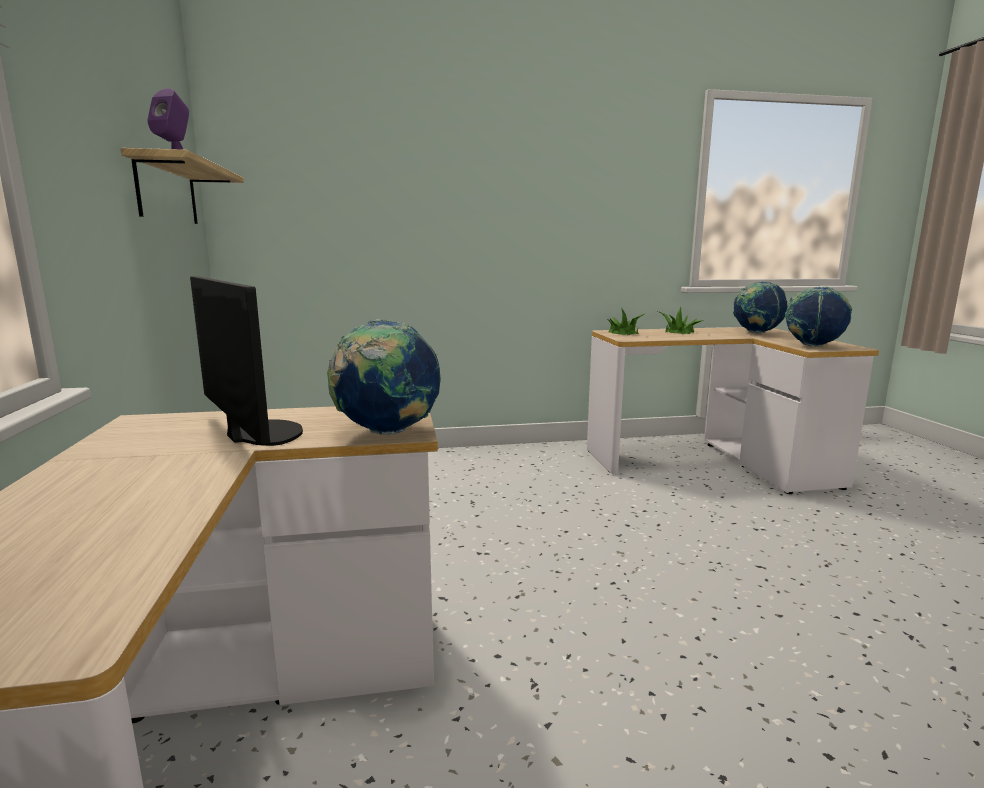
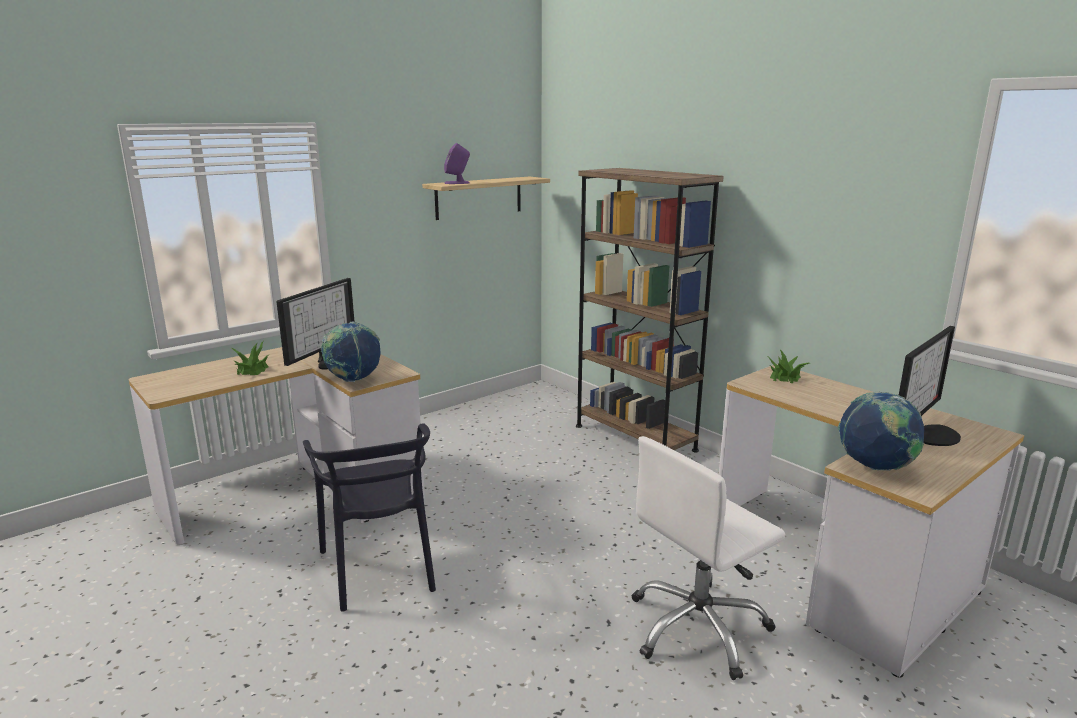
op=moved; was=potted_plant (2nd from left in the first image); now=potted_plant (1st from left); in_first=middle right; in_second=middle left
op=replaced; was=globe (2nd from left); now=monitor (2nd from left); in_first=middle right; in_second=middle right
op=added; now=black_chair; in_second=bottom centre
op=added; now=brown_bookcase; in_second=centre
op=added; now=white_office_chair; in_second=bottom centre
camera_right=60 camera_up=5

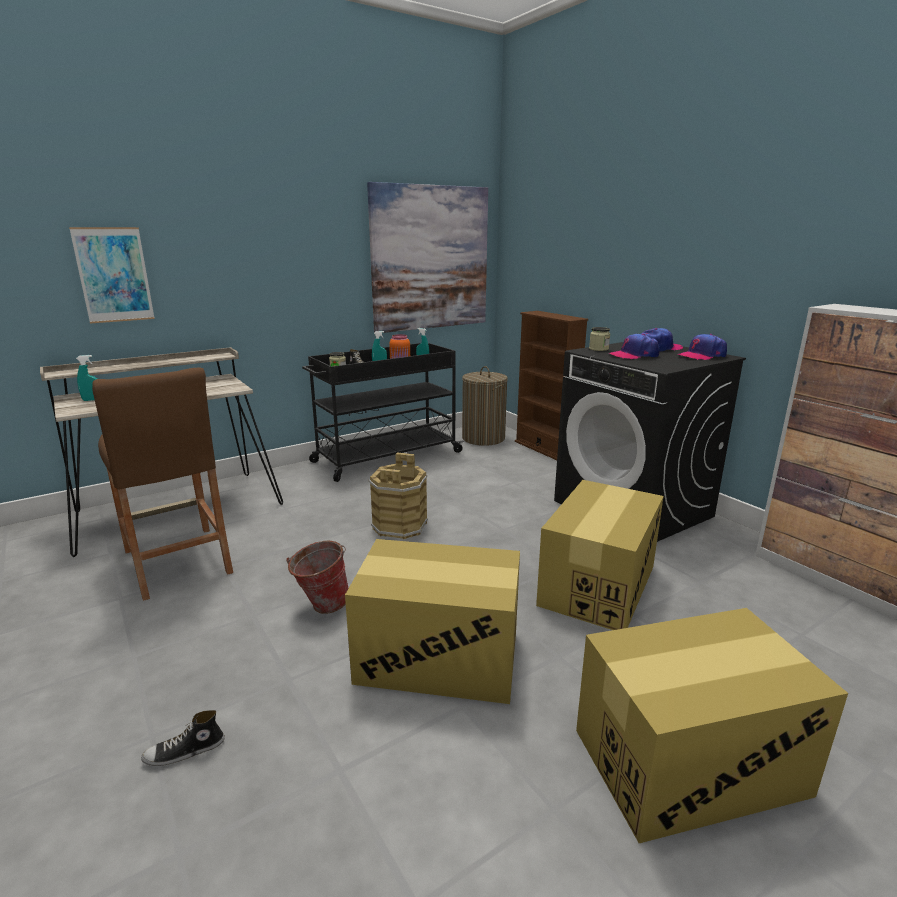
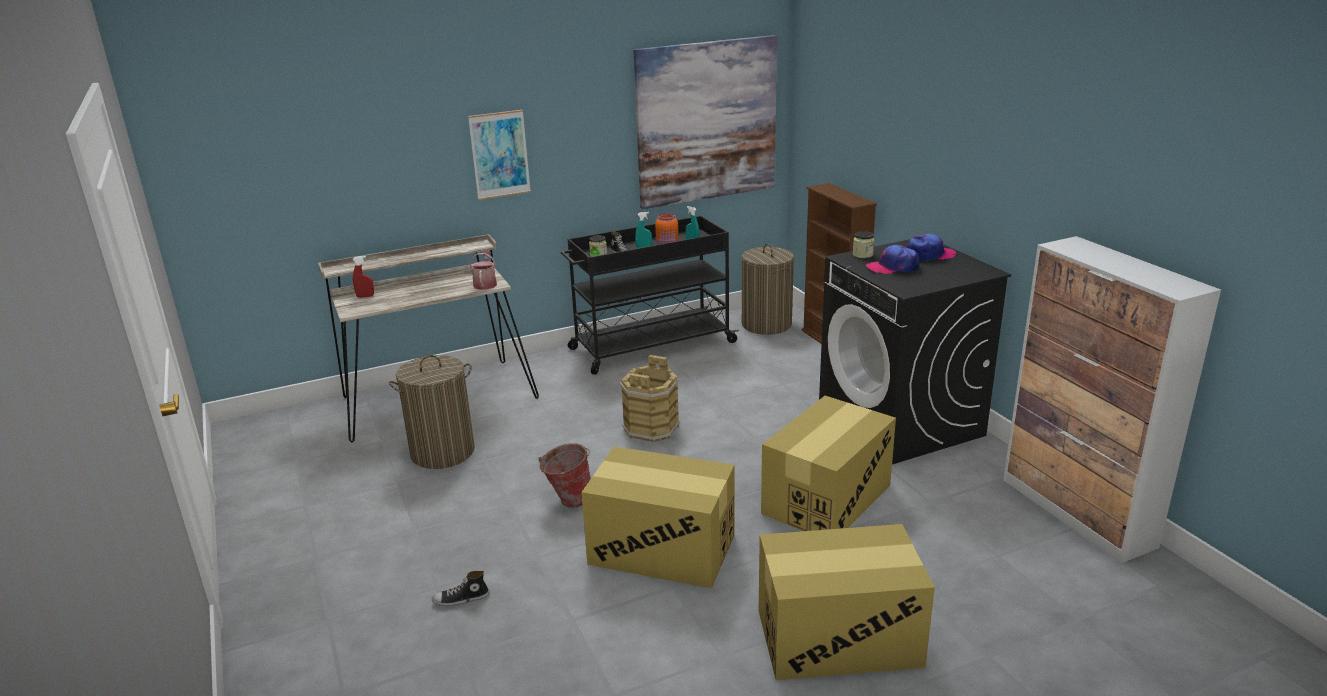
op=moved; was=picture (1st from left); in_first=top left; in_second=top centre
op=recoloured; was=turquoise_spray_bottle (1st from left); now=red_spray_bottle; in_first=middle left; in_second=middle left
op=replaced; was=brown_stool; now=laundry_basket (1st from left); in_first=middle left; in_second=middle left
op=removed; was=cap (3rd from left); in_first=middle right
op=added; now=watering_can; in_second=centre
camera_right=10 camera_up=5

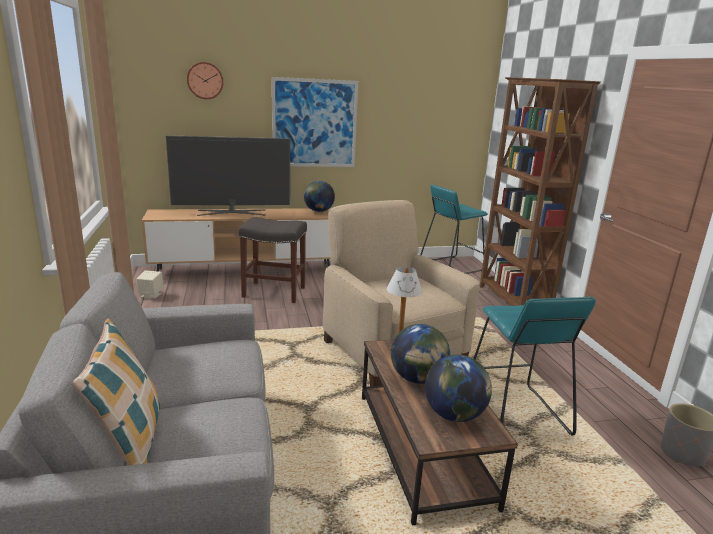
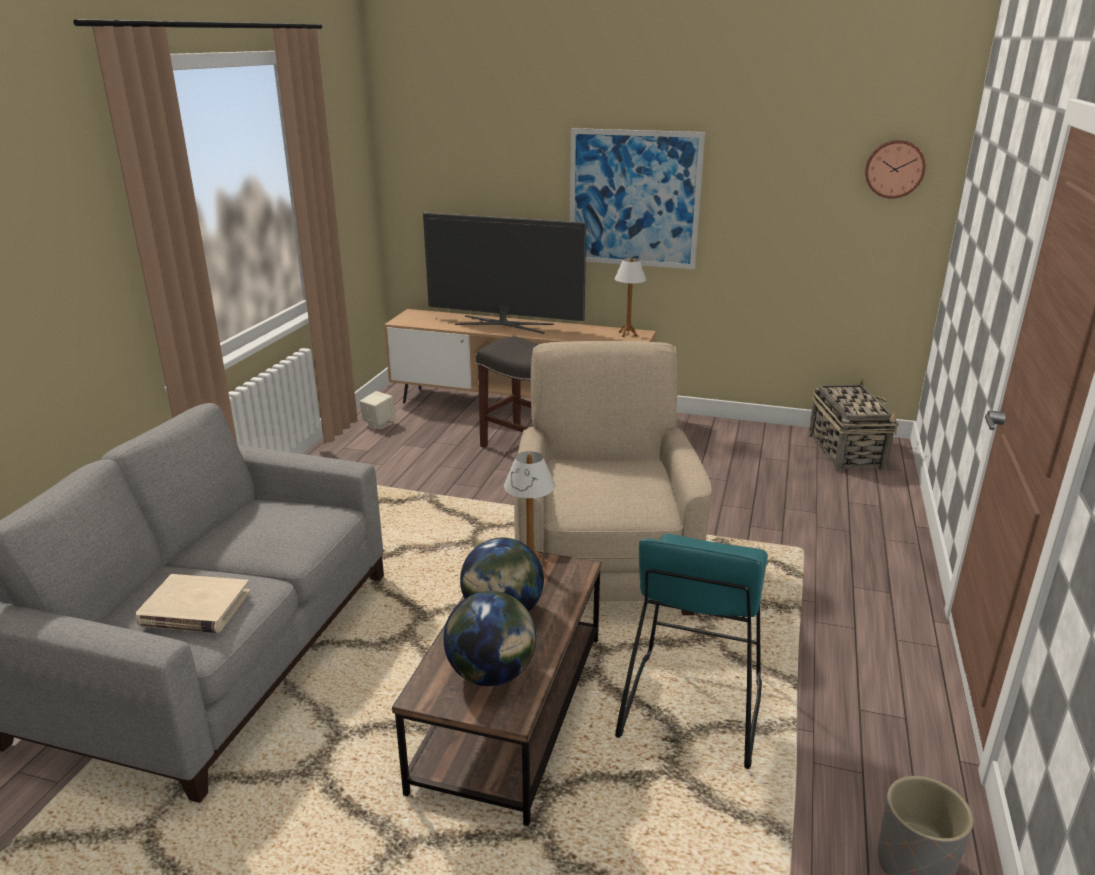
op=removed; was=pillow; in_first=bottom left
op=moved; was=wall_clock; in_first=top left; in_second=top right
op=replaced; was=globe (1st from left); now=table_lamp (2nd from left); in_first=centre; in_second=centre
op=replaced; was=turquoise_stool (1st from left); now=basket; in_first=centre; in_second=middle right
op=removed; was=brown_bookcase; in_first=middle right
op=added; now=beige_book; in_second=bottom left
camera_right=30 camera_up=5

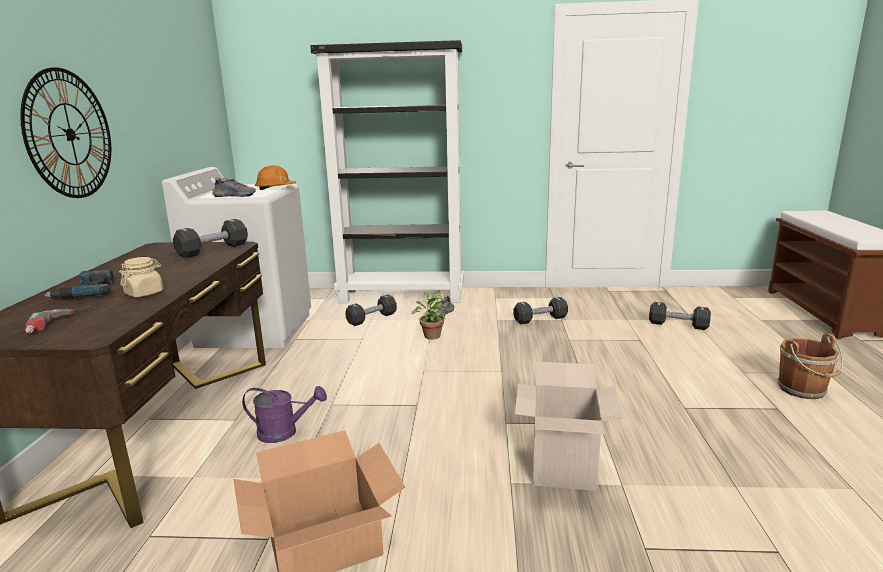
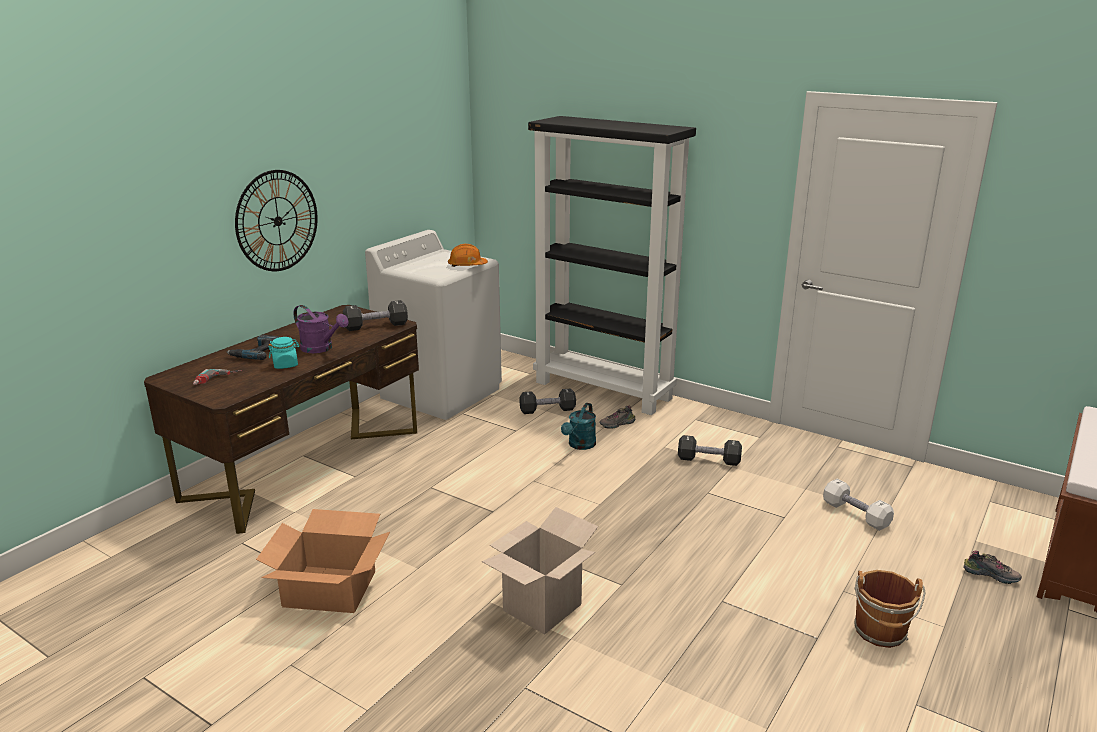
op=recoloured; was=beige_jar; now=turquoise_jar; in_first=middle left; in_second=middle left
op=moved; was=shoe (1st from left in the first image); now=shoe (2nd from left); in_first=top left; in_second=bottom right
op=moved; was=purple_watering_can; in_first=bottom left; in_second=middle left
op=replaced; was=potted_plant; now=turquoise_watering_can; in_first=centre; in_second=centre
op=recoloured; was=black_dumbbell (4th from left); now=white_dumbbell; in_first=middle right; in_second=bottom right
camera_right=30 camera_up=5

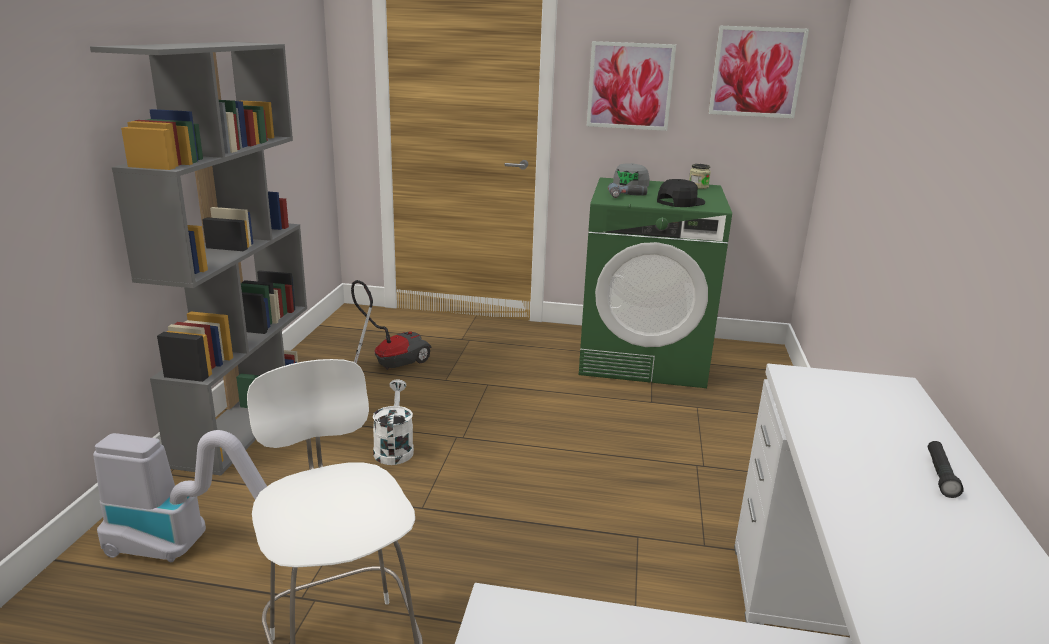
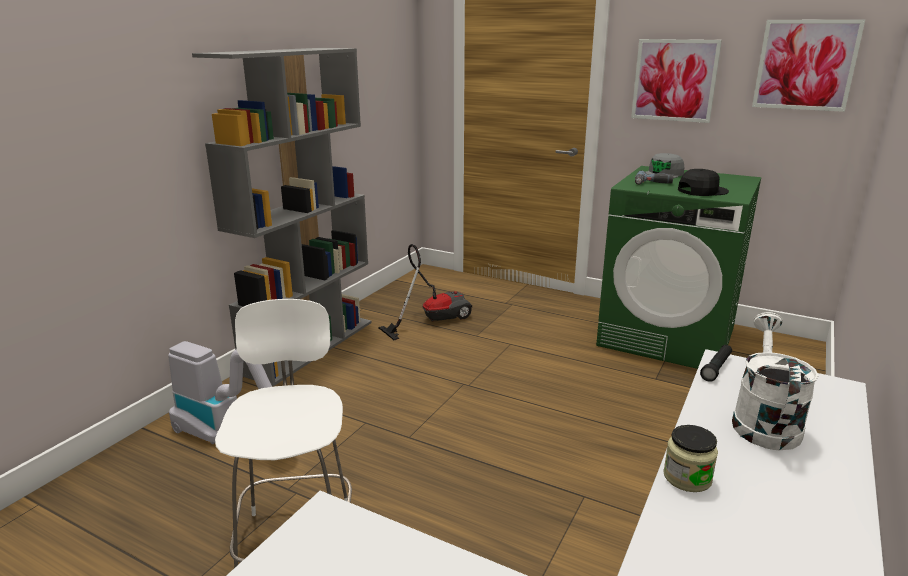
op=moved; was=white_watering_can; in_first=centre; in_second=middle right
op=moved; was=jar; in_first=top right; in_second=bottom right
op=moved; was=black_flashlight; in_first=bottom right; in_second=middle right
camera_right=20 camera_up=0

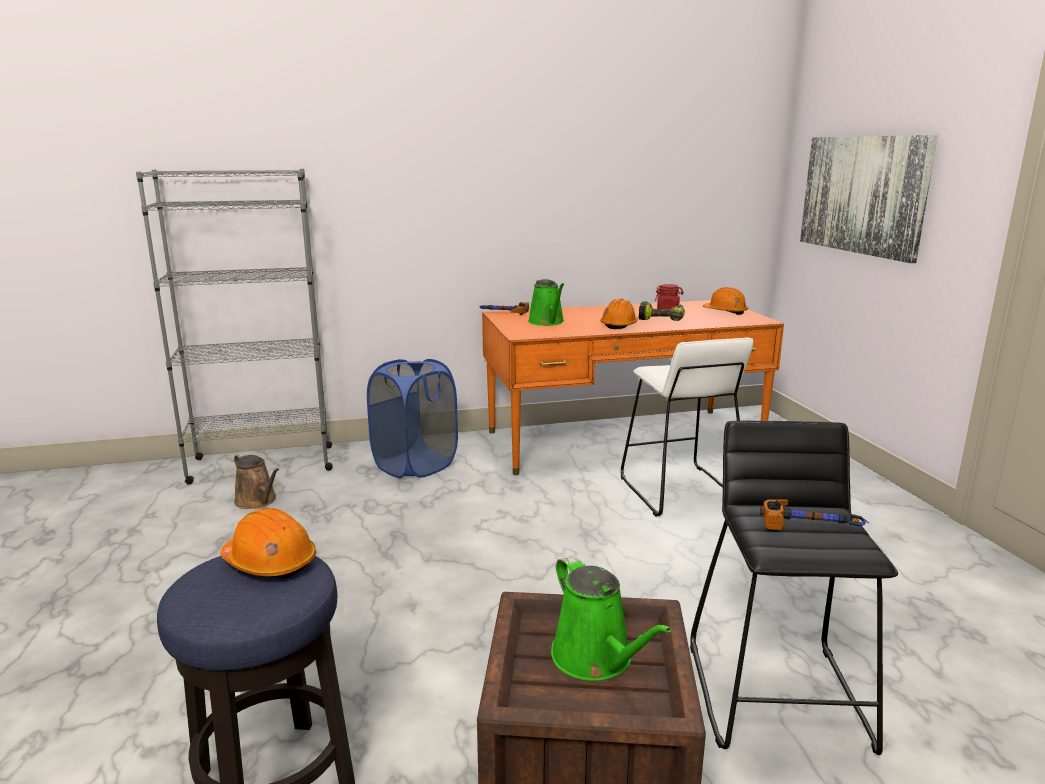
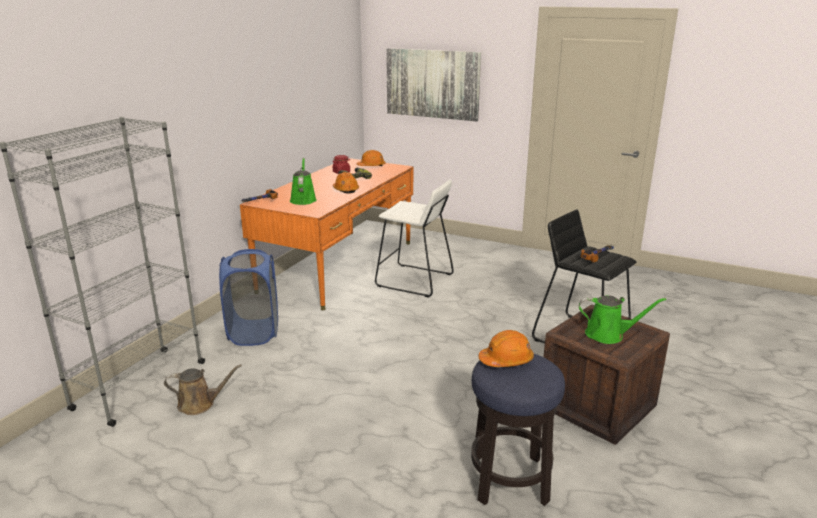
op=turned; was=green_watering_can (1st from left); in_first=centre; in_second=centre; clockwise=-120
camera_right=-50 camera_up=5

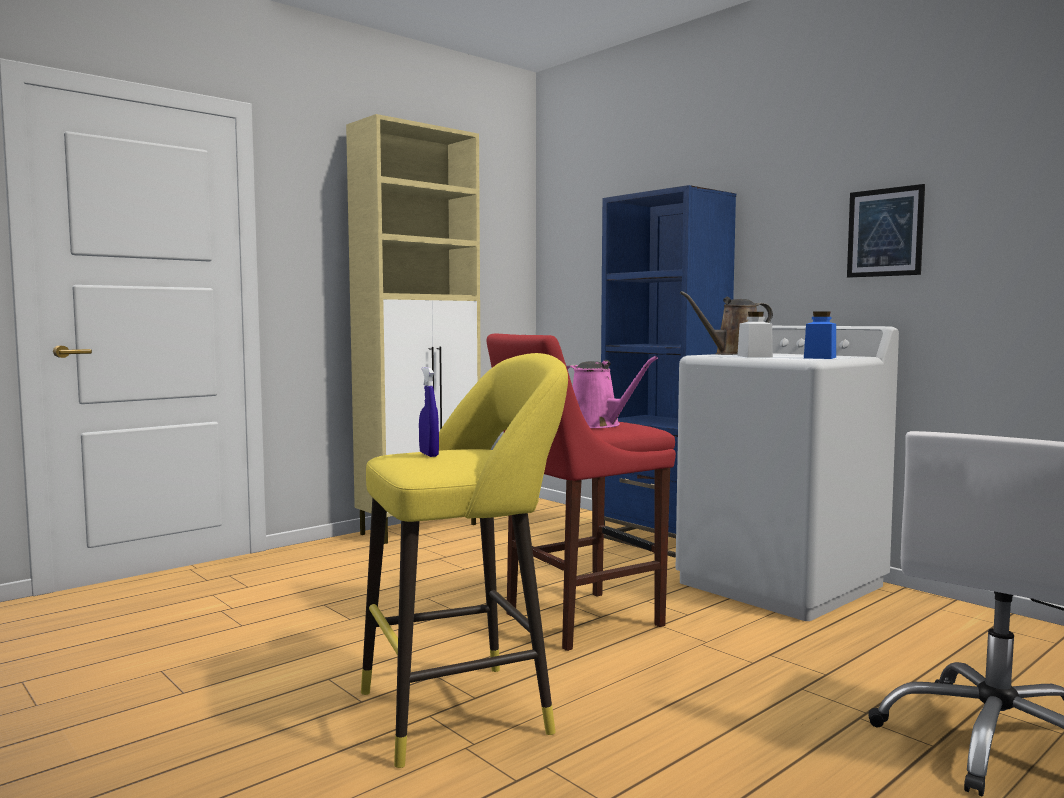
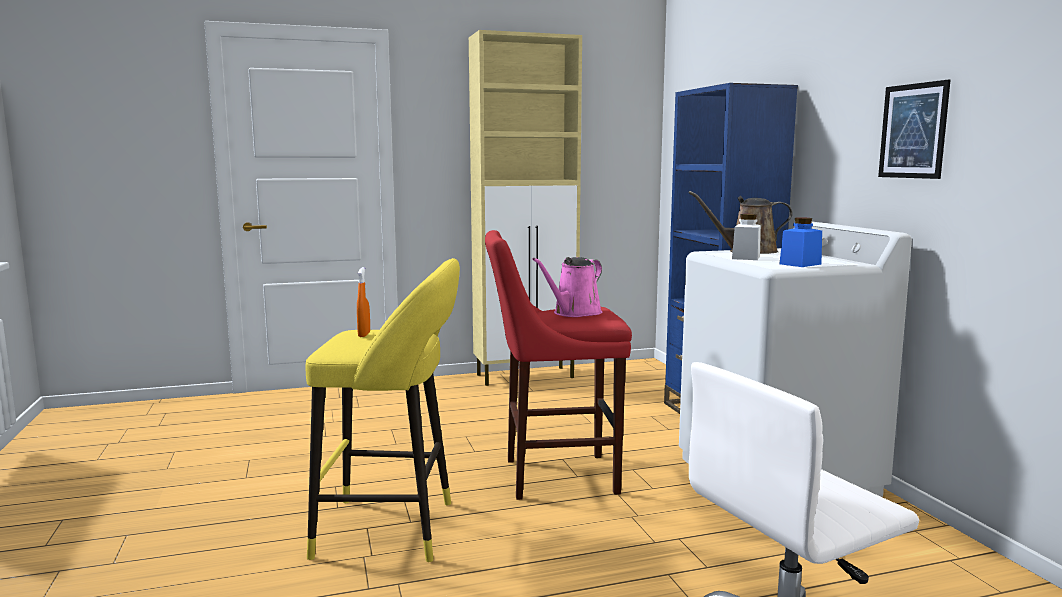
op=recoloured; was=blue_spray_bottle; now=orange_spray_bottle; in_first=centre; in_second=centre
op=turned; was=pink_watering_can; in_first=centre; in_second=centre; clockwise=60
camera_right=25 camera_up=5

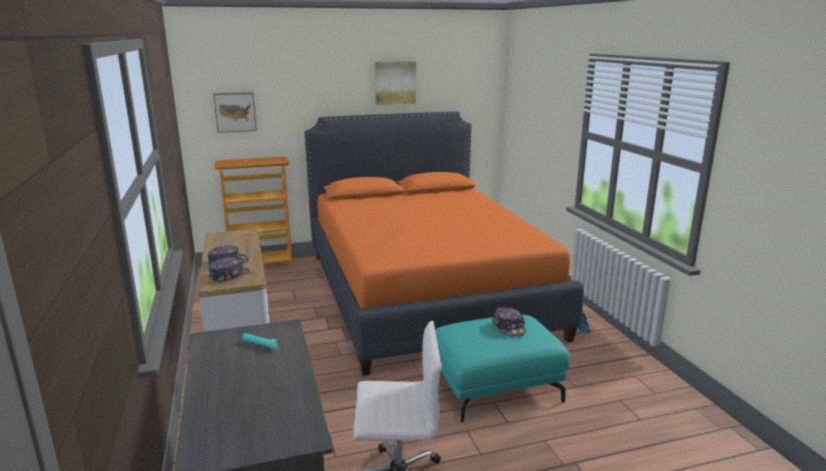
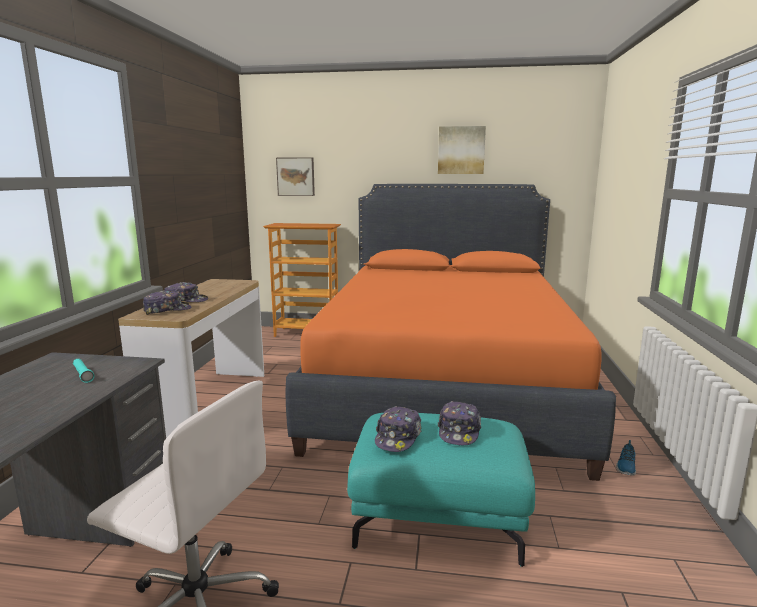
op=added; now=cap (3rd from left); in_second=bottom centre
camera_right=25 camera_up=-5

